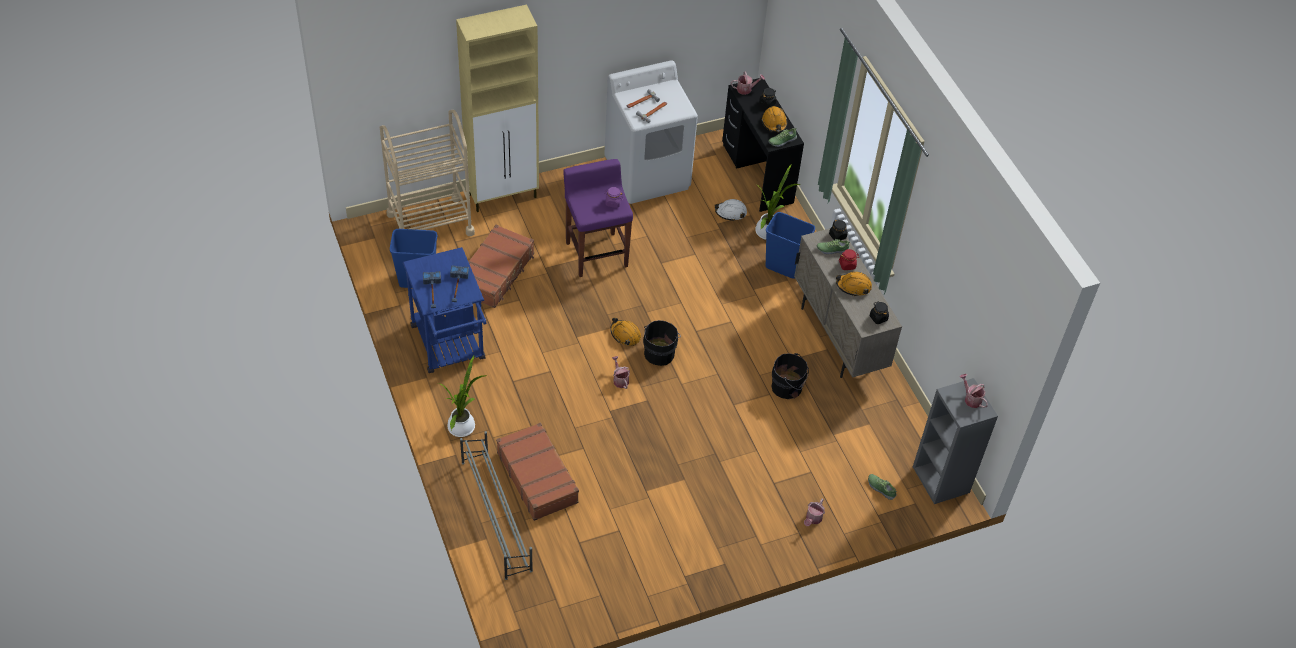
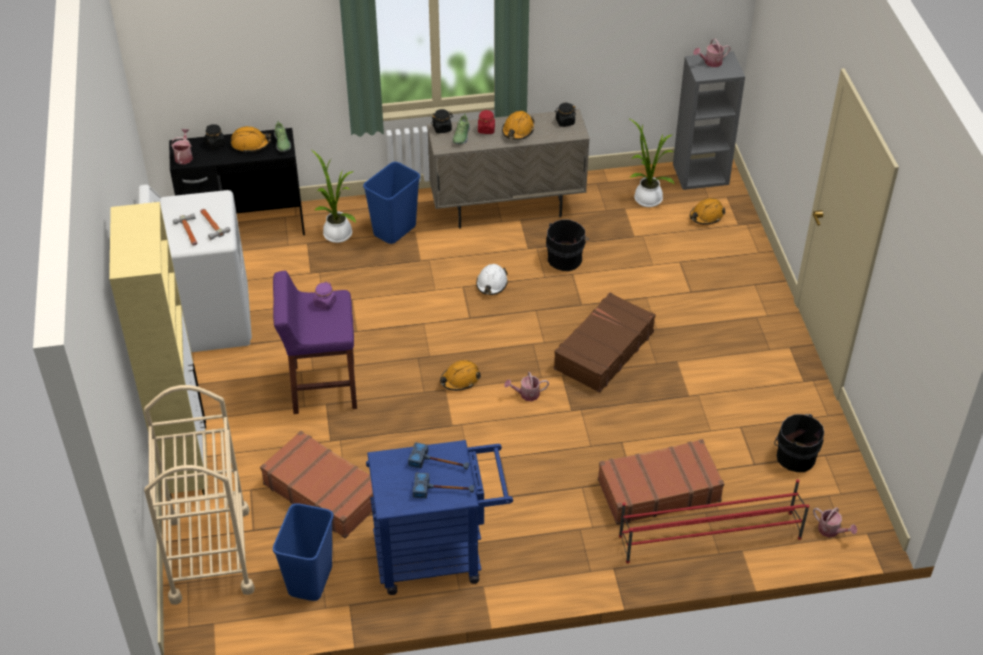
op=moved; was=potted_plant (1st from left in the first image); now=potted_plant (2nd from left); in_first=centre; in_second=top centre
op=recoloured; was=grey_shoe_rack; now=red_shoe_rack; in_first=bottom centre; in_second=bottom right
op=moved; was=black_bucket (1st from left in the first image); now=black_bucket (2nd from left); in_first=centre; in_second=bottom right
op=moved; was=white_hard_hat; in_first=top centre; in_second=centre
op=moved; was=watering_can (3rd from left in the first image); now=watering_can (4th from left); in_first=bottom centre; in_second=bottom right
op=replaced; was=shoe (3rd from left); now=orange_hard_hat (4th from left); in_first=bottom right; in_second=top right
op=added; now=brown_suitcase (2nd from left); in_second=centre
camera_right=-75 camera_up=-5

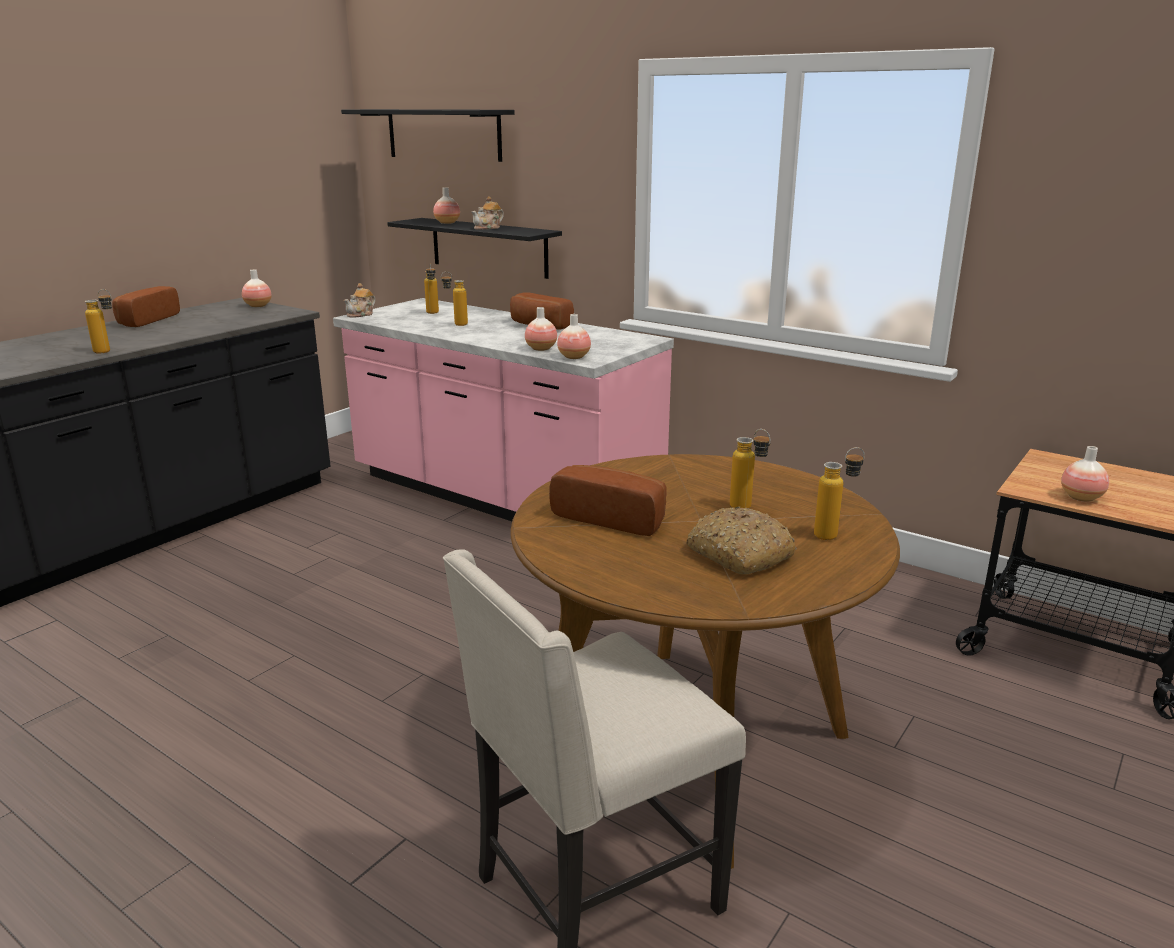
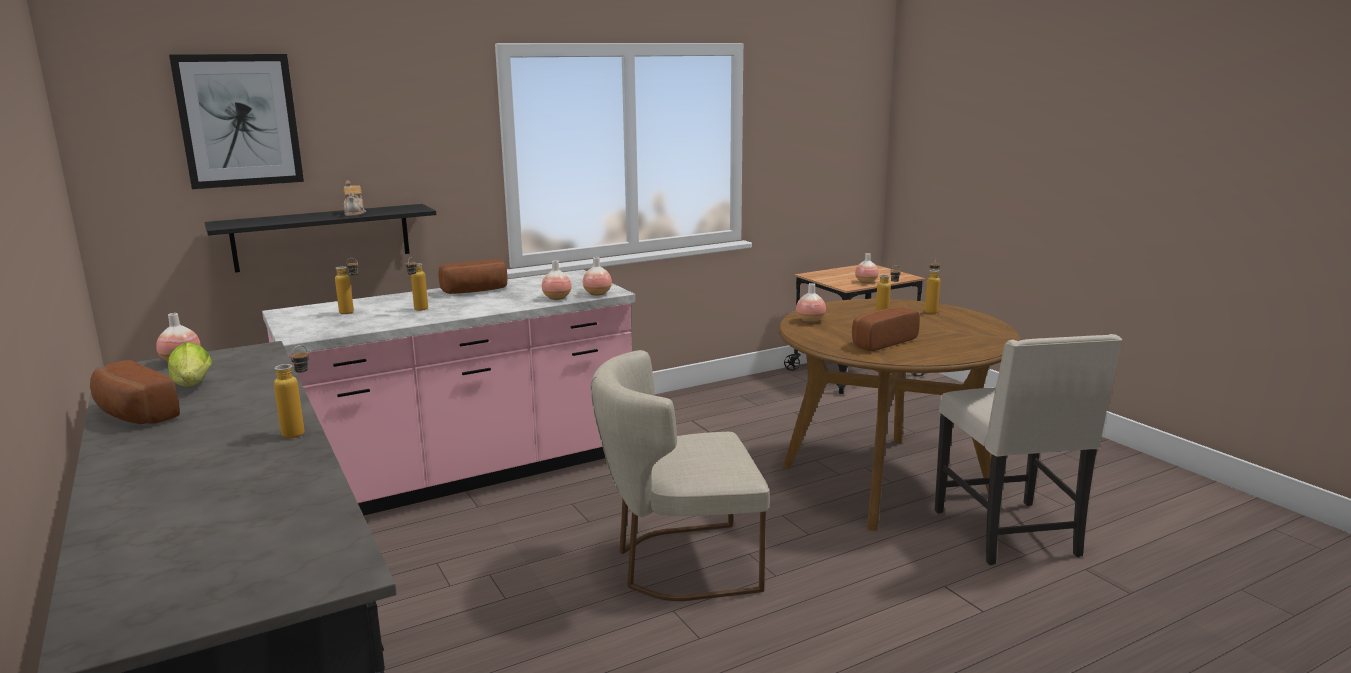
op=replaced; was=black_shelf (1st from left); now=picture; in_first=top centre; in_second=top left
op=removed; was=teapot (1st from left); in_first=top left
op=moved; was=vase (2nd from left in the first image); now=vase (4th from left); in_first=top centre; in_second=centre
op=removed; was=bread (4th from left); in_first=centre
op=added; now=lettuce; in_second=middle left
op=added; now=beige_chair (1st from left); in_second=bottom centre
camera_right=-65 camera_up=-5

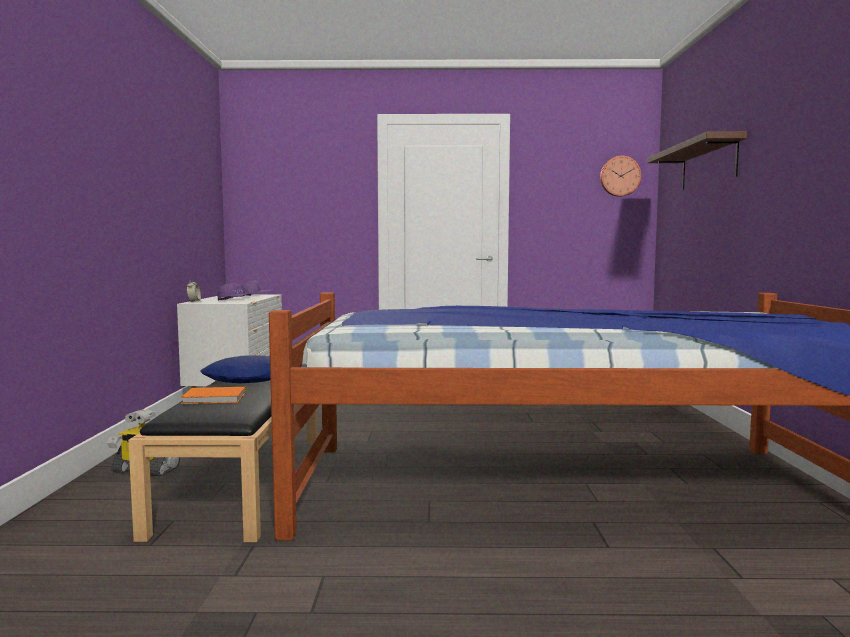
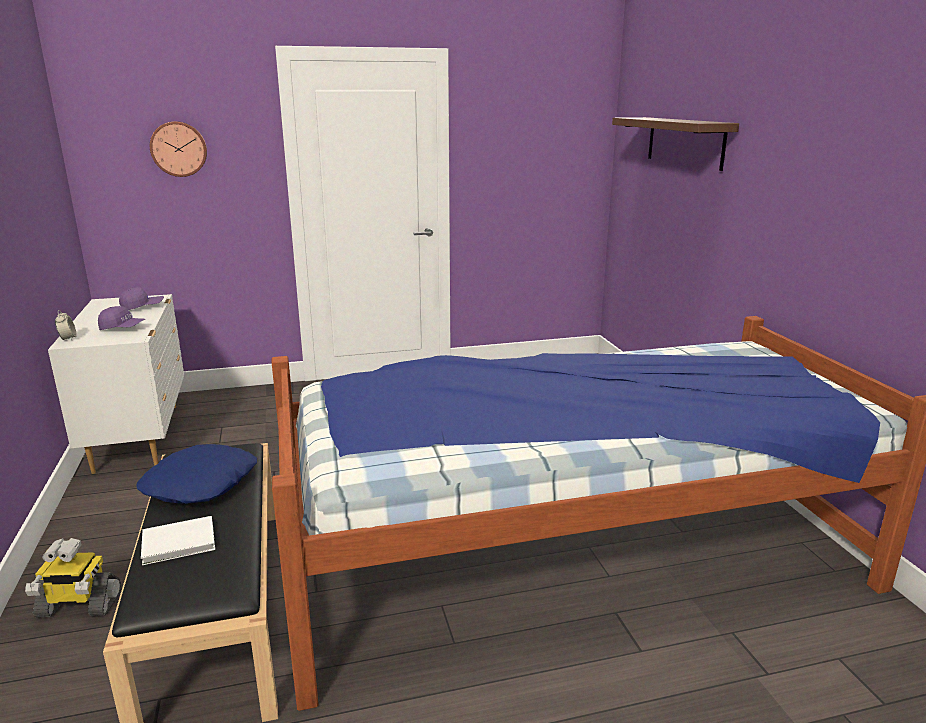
op=recoloured; was=orange_book; now=white_book; in_first=middle left; in_second=bottom left
op=moved; was=wall_clock; in_first=top right; in_second=top left
camera_right=-15 camera_up=15

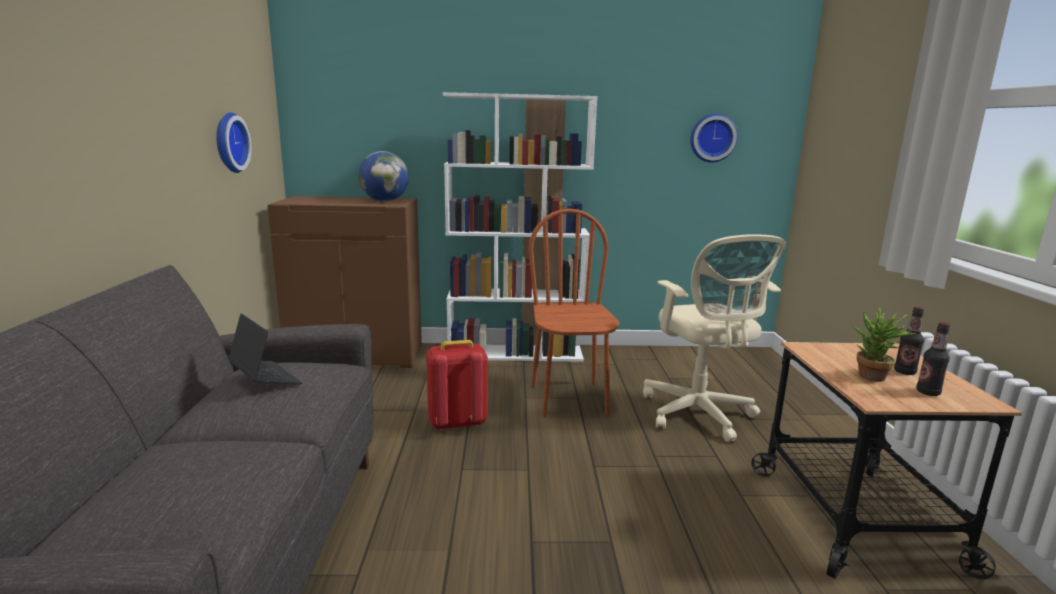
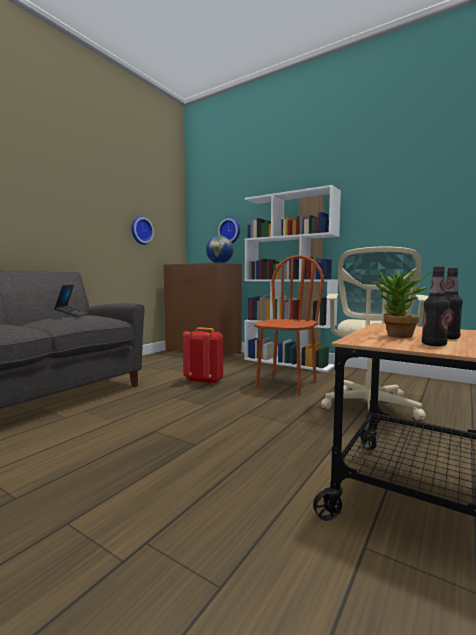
op=moved; was=wall_clock (2nd from left); in_first=top right; in_second=centre
camera_right=35 camera_up=-10

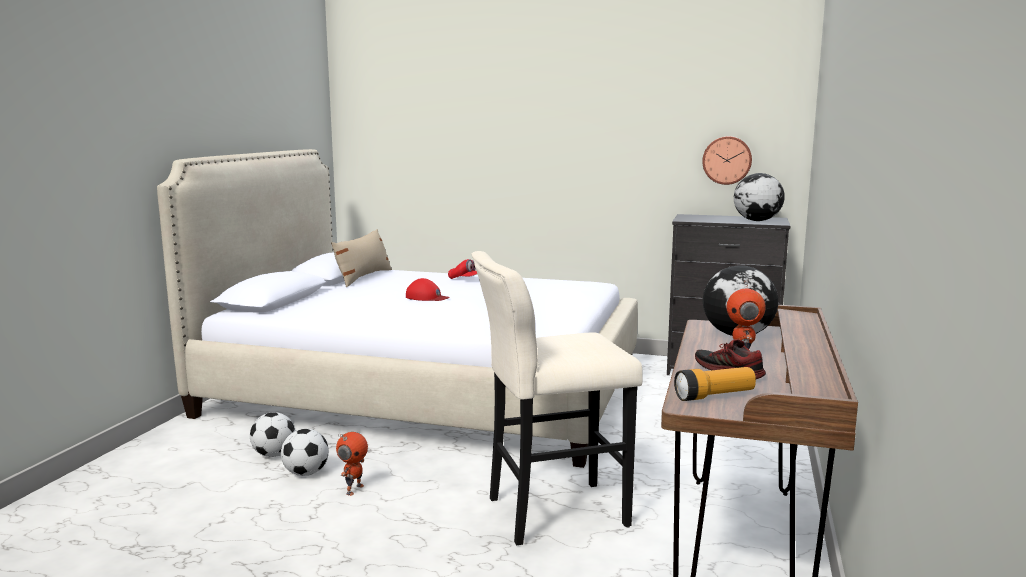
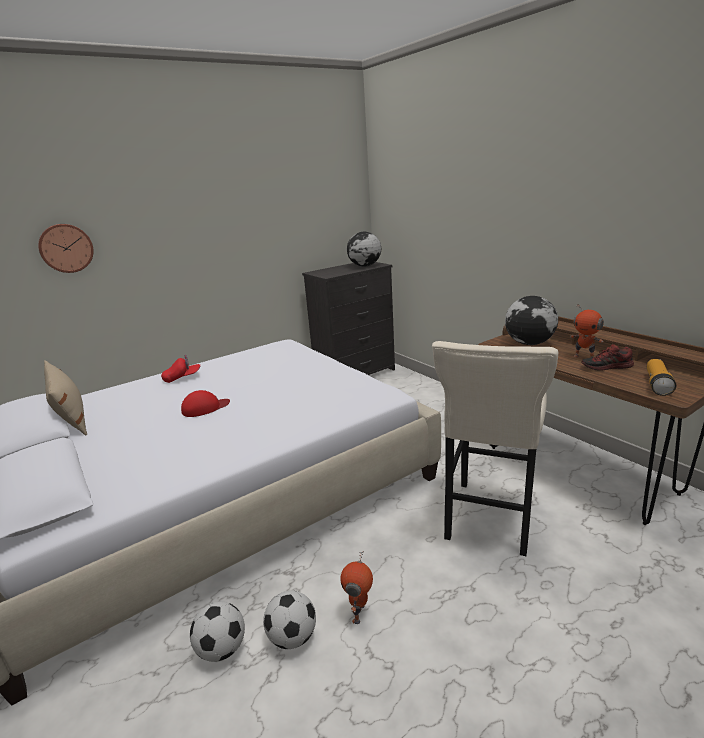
op=turned; was=toy_robot (1st from left); in_first=bottom centre; in_second=bottom centre; clockwise=-135
op=moved; was=wall_clock; in_first=top right; in_second=middle left
camera_right=-50 camera_up=10

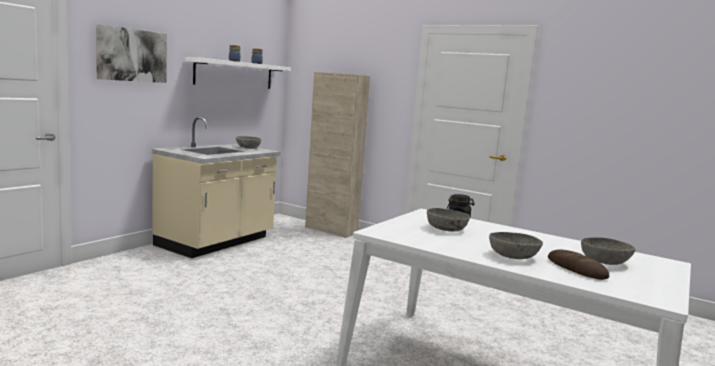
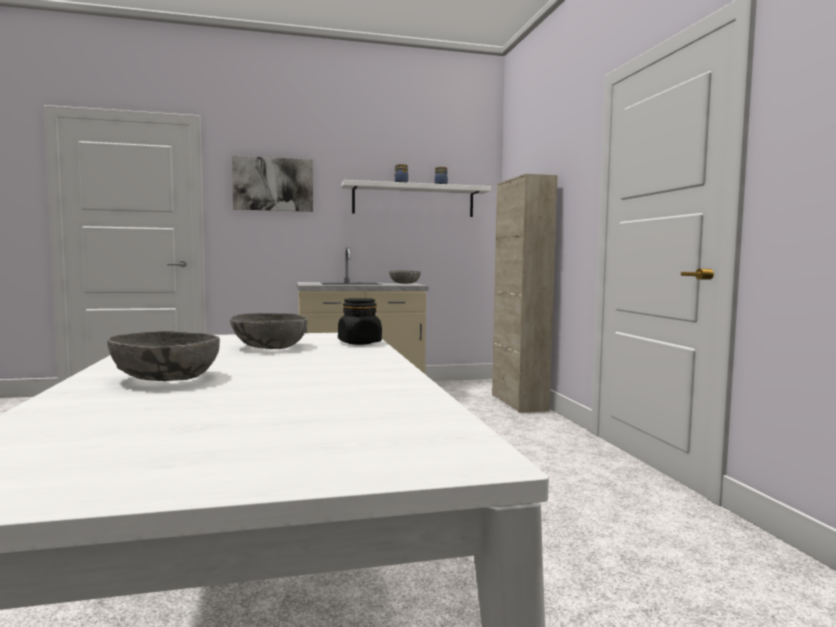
op=removed; was=bread; in_first=bottom right
op=removed; was=grey_bowl (4th from left); in_first=bottom right
camera_right=45 camera_up=-5

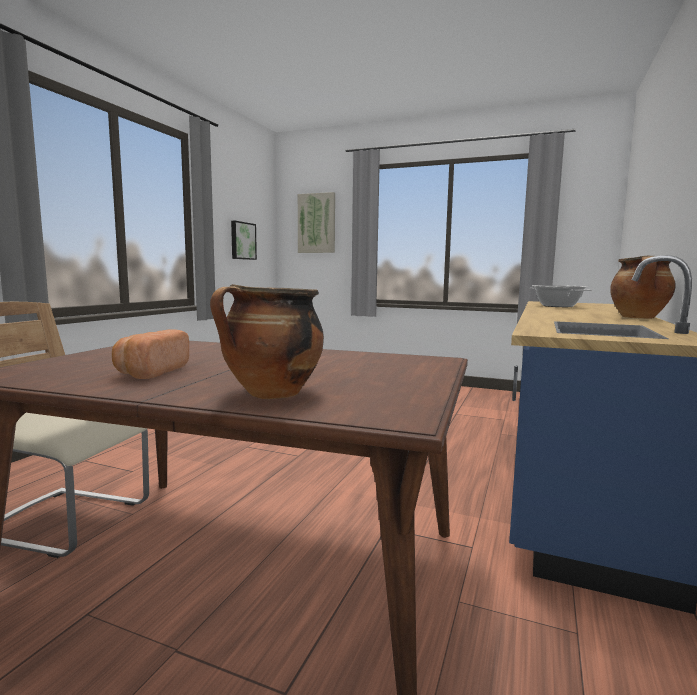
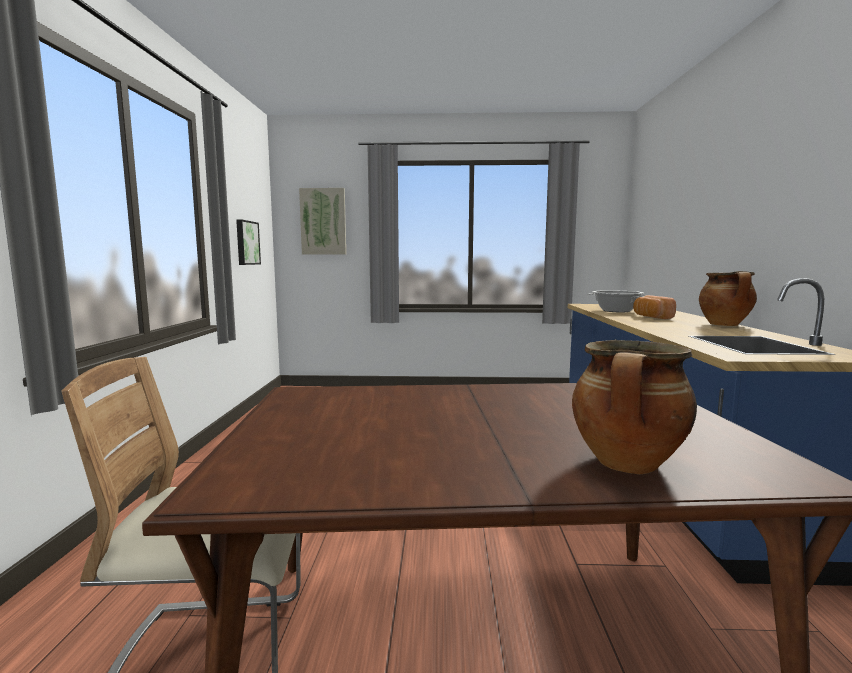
op=moved; was=bread; in_first=middle left; in_second=middle right
camera_right=-20 camera_up=0

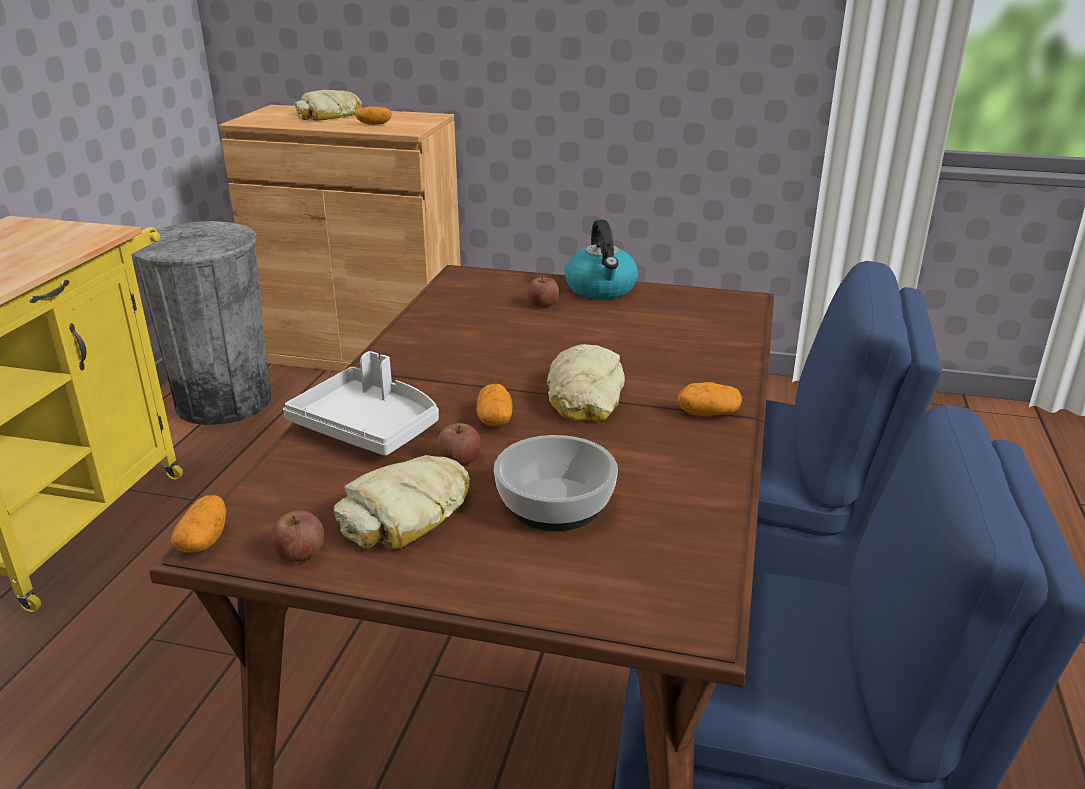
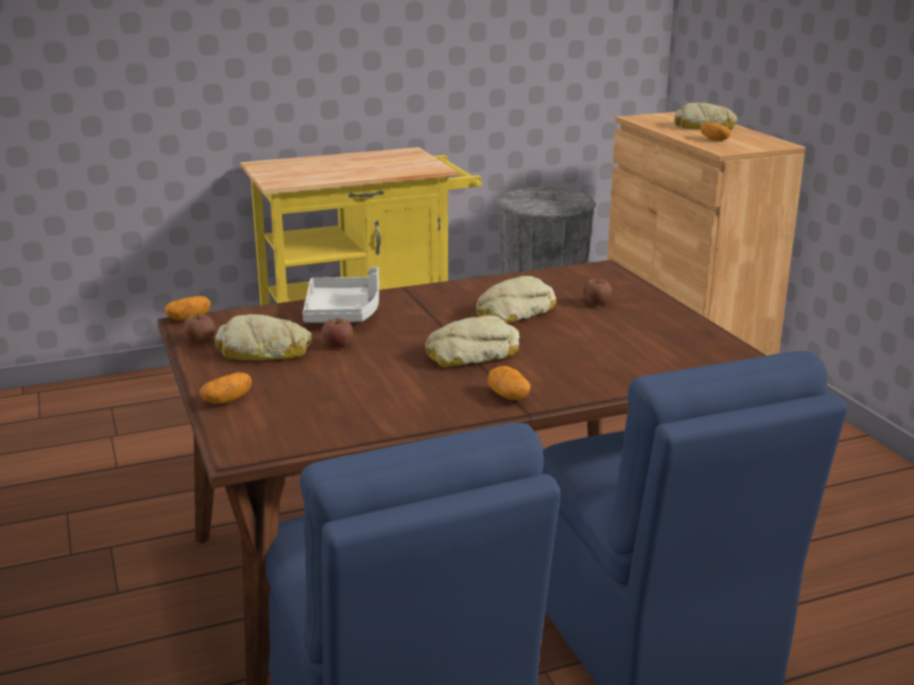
op=moved; was=potato (3rd from left in the first image); now=potato (2nd from left); in_first=centre; in_second=middle left
op=removed; was=bowl; in_first=centre
op=removed; was=kettle; in_first=top centre
op=added; now=bread (3rd from left); in_second=centre
camera_right=55 camera_up=-5

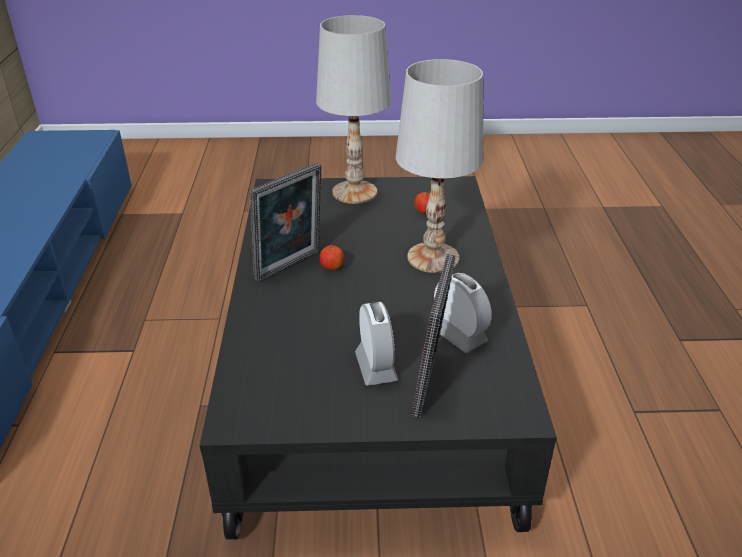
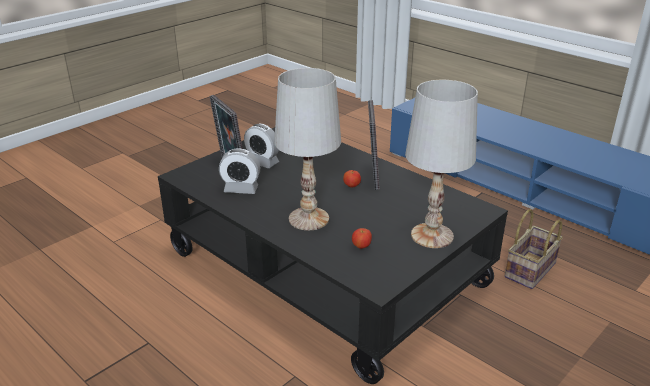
op=added; now=basket; in_second=middle right
camera_right=135 camera_up=-5

